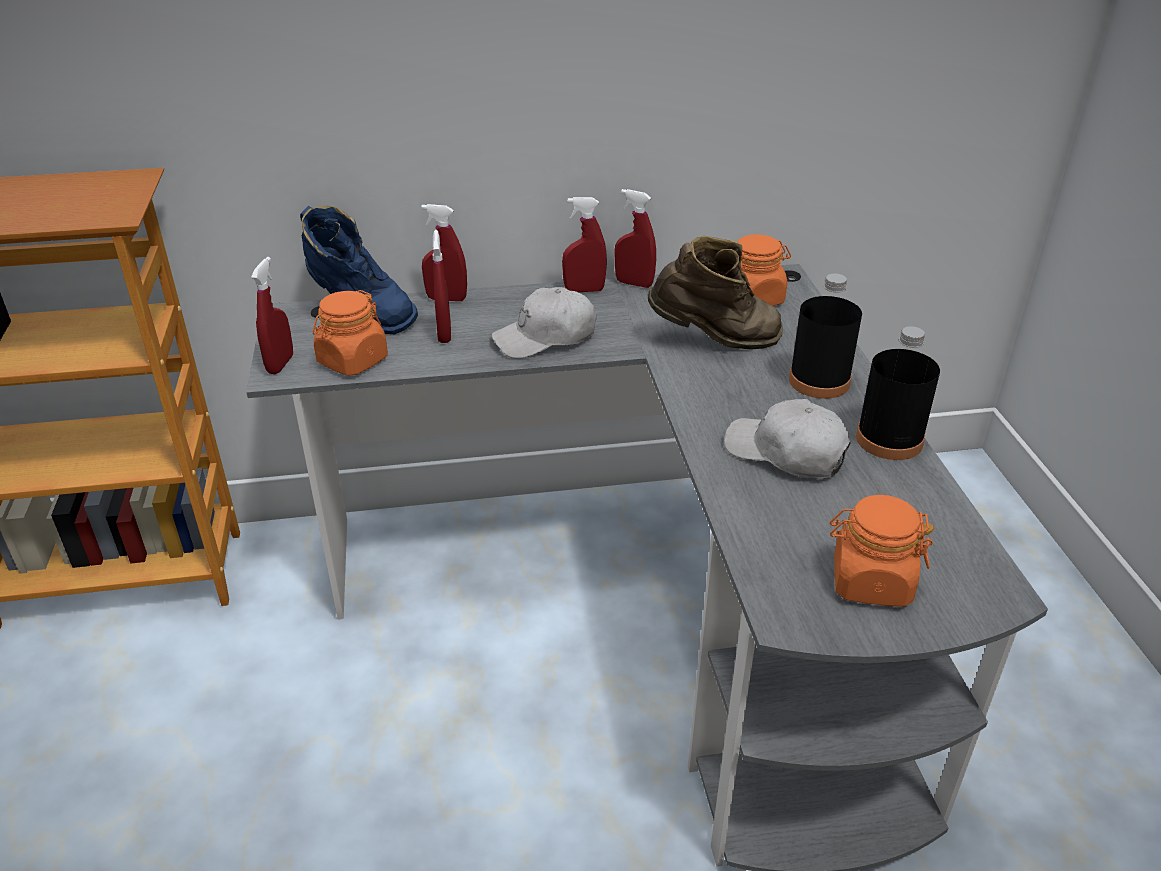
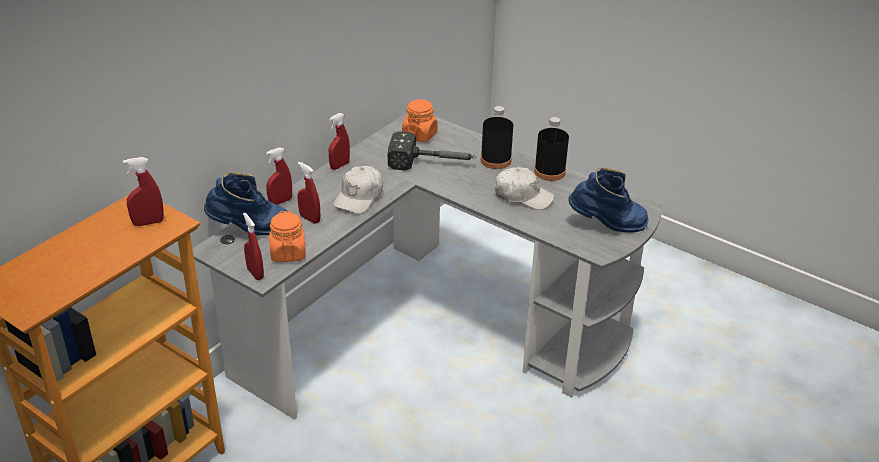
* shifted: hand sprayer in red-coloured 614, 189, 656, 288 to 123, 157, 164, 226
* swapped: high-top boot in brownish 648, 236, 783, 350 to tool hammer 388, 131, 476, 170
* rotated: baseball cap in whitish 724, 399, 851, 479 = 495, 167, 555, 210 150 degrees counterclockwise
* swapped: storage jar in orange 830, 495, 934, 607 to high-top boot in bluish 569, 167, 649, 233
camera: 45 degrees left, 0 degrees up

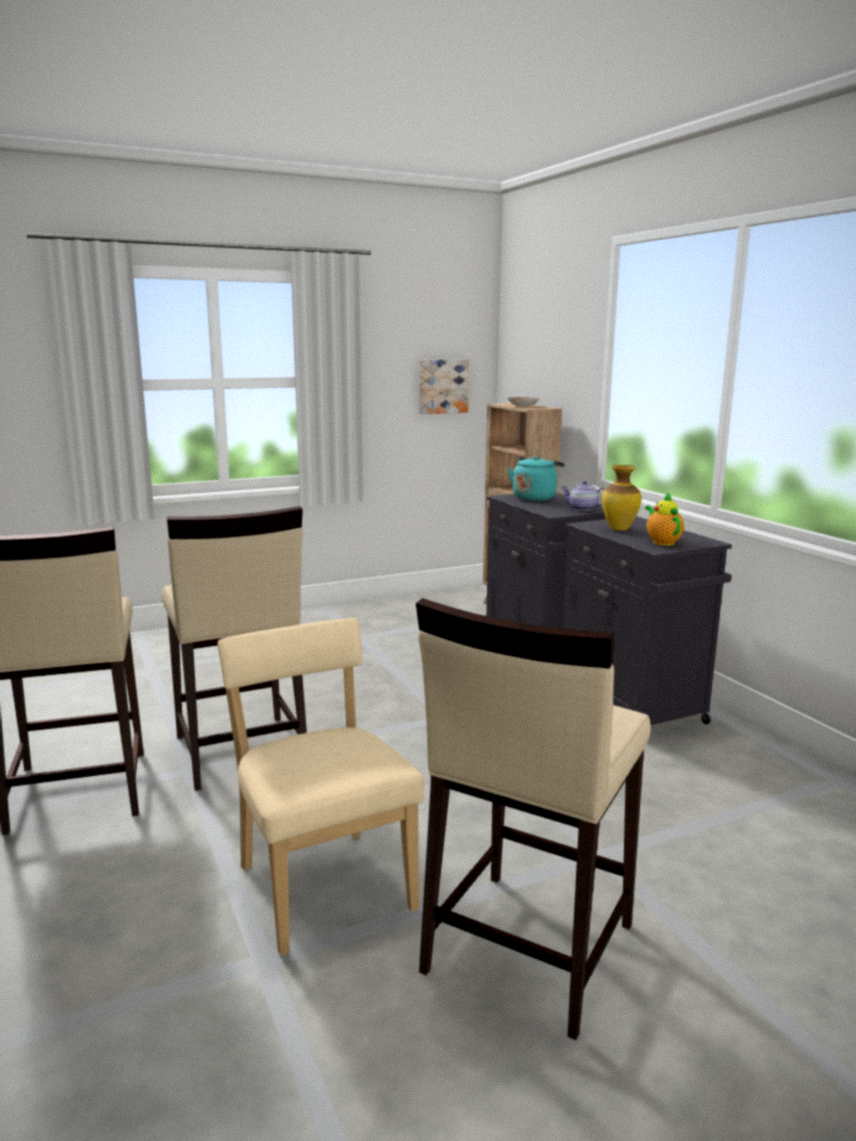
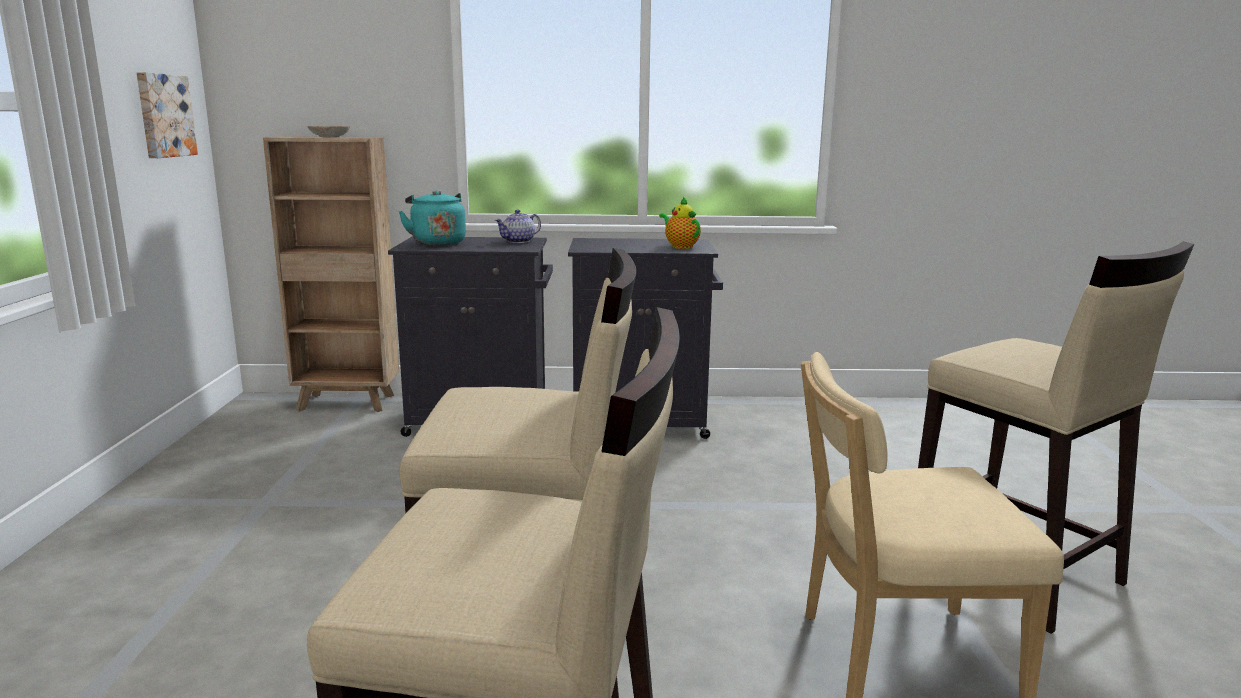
* rotated: teapot 645, 493, 684, 546 = 659, 196, 701, 249 45 degrees clockwise
* gone: decorative vase 602, 465, 641, 531
camera: 65 degrees left, 0 degrees up

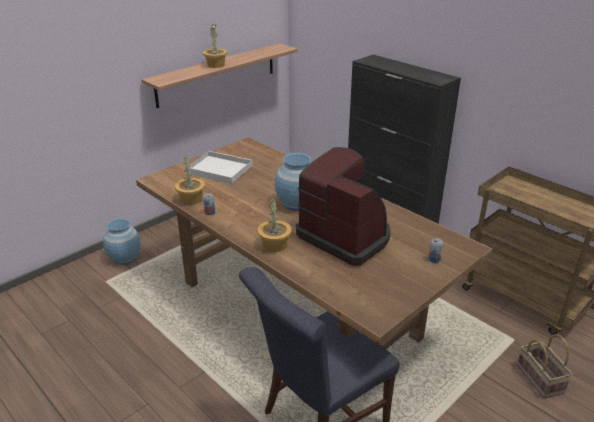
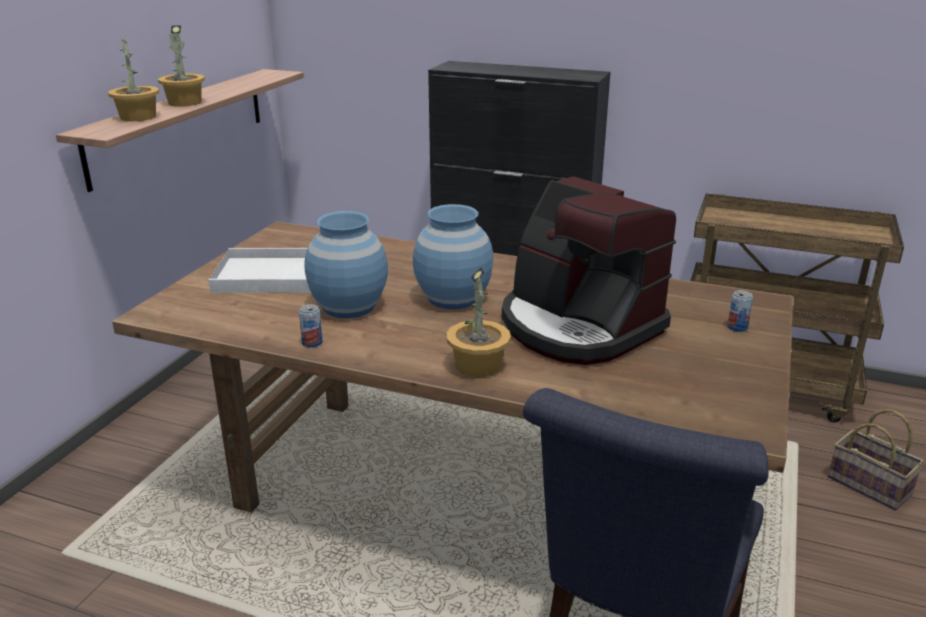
* shifted: plant in a pot 175, 156, 205, 205 to 108, 37, 159, 121
* shifted: decorative vase in bluish 103, 218, 140, 265 to 304, 211, 388, 318
* rotated: coffee brewer 296, 147, 391, 266 = 502, 176, 676, 365 150 degrees counterclockwise
camera: 25 degrees left, 5 degrees down

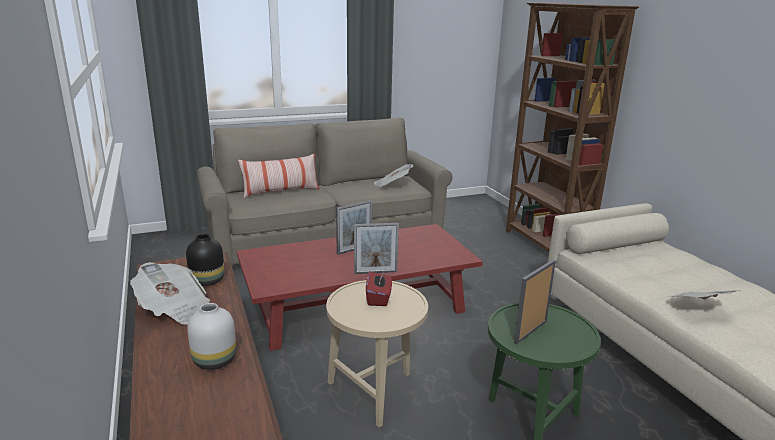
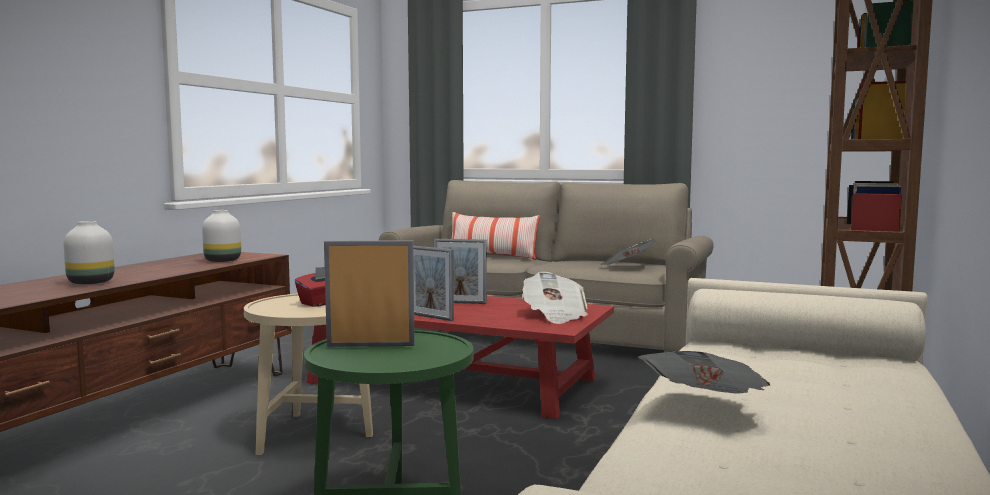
* repainted: decorative vase in blackish 186, 234, 224, 286 to decorative vase in whitish 202, 210, 241, 262
* shifted: newspaper 130, 262, 210, 325 to 522, 272, 588, 324
camera: 45 degrees right, 15 degrees down

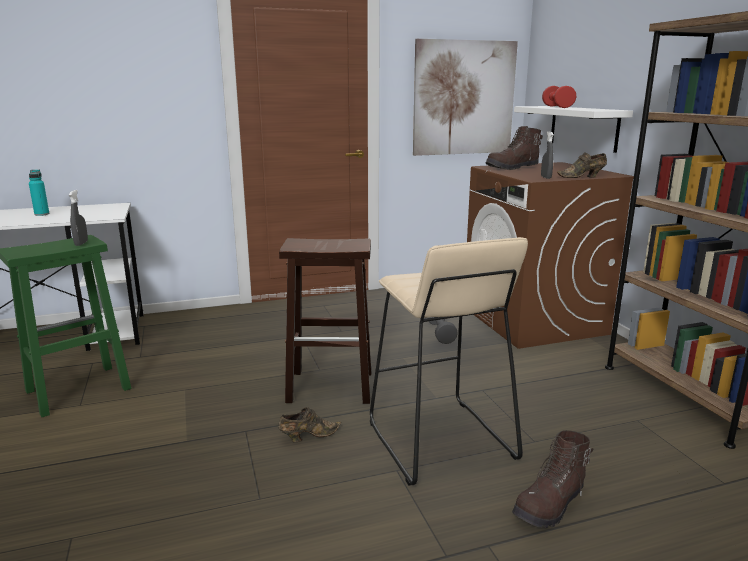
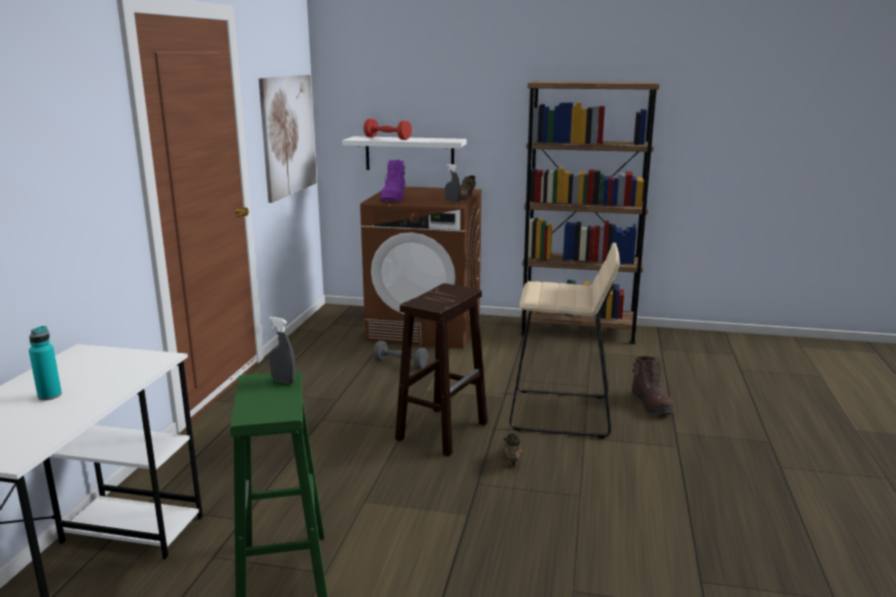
* repainted: high-top boot in brownish 486, 126, 543, 170 to high-top boot in purple-coloured 380, 160, 407, 201
camera: 60 degrees left, 0 degrees up

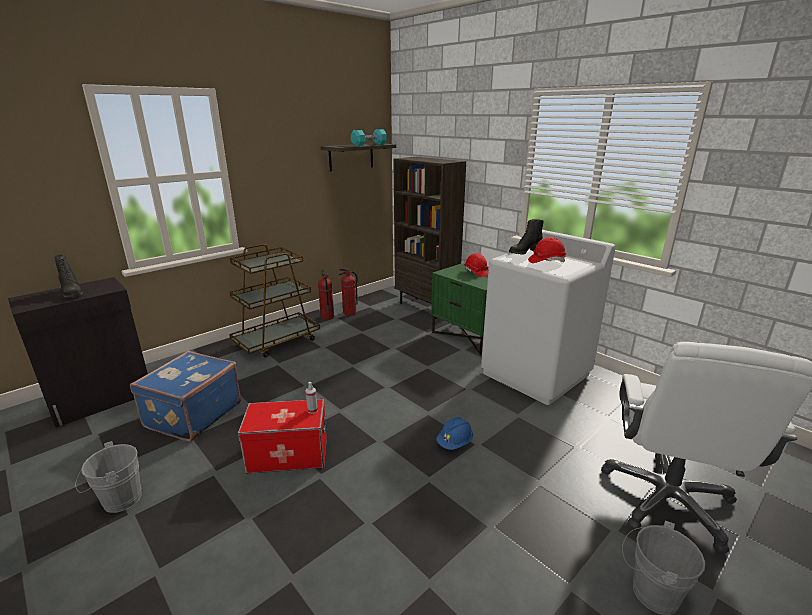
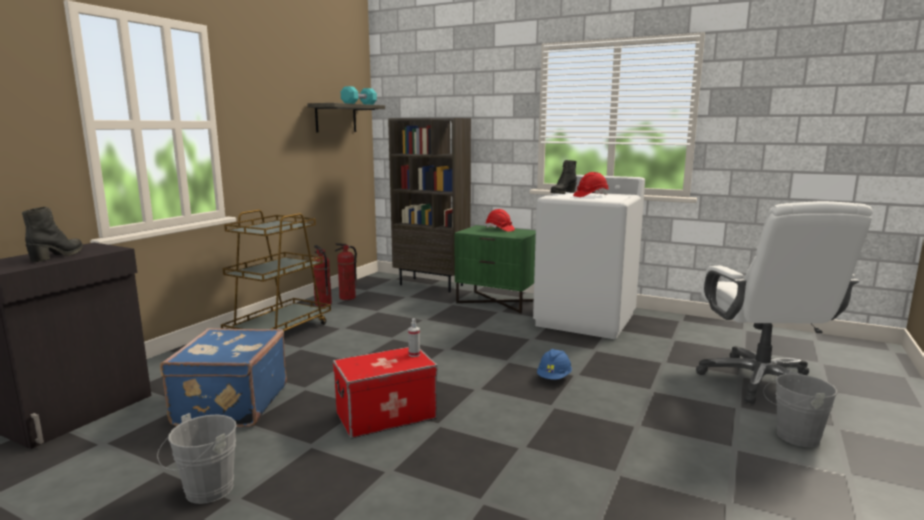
* rotated: high-top boot in blackish 54, 255, 83, 298 = 22, 207, 83, 262 105 degrees counterclockwise
camera: 20 degrees left, 10 degrees down

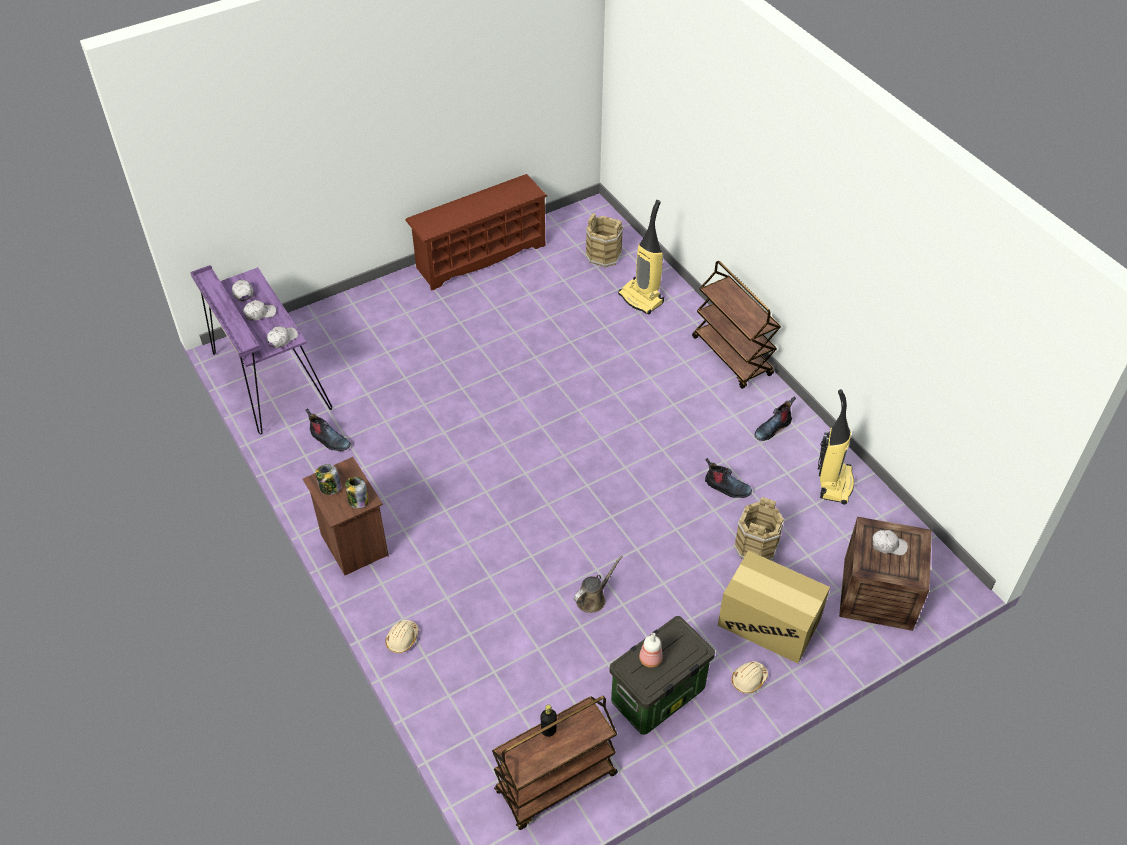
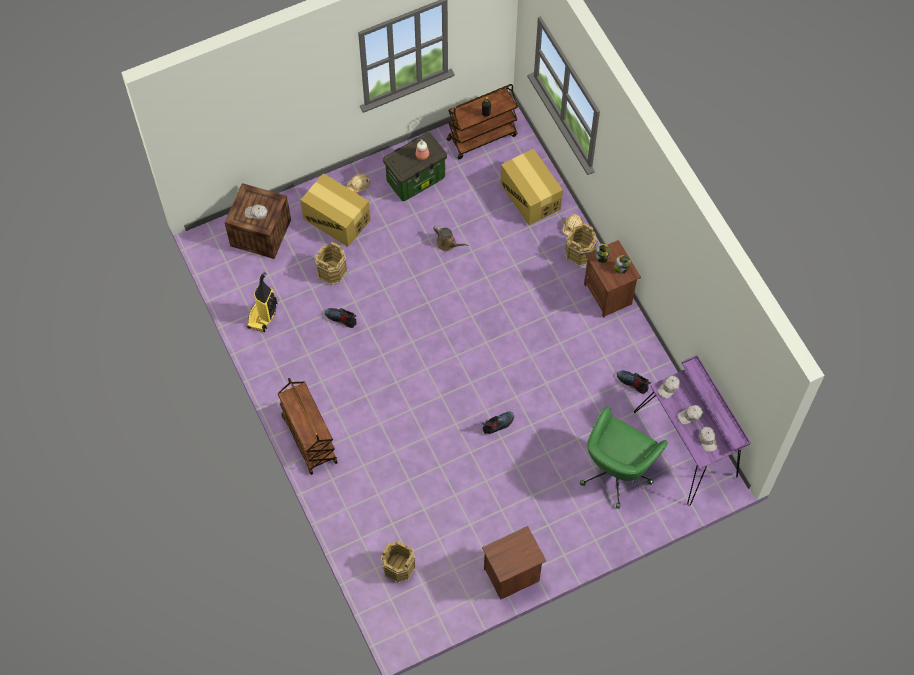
* rotated: watering pot in brownish 574, 555, 623, 613 = 433, 225, 468, 251 105 degrees counterclockwise
* shifted: high-top boot 755, 397, 796, 441 to 482, 412, 514, 434
* swapped: shoe shelf in brownish 405, 174, 547, 291 to nightstand in brownish 482, 526, 546, 600
* new: carton 500, 148, 563, 225
* new: pail in brownish 564, 223, 598, 267
* new: office chair in green 580, 407, 668, 509
* gone: vacuum cleaner 618, 200, 664, 315
camera: 175 degrees left, 15 degrees up

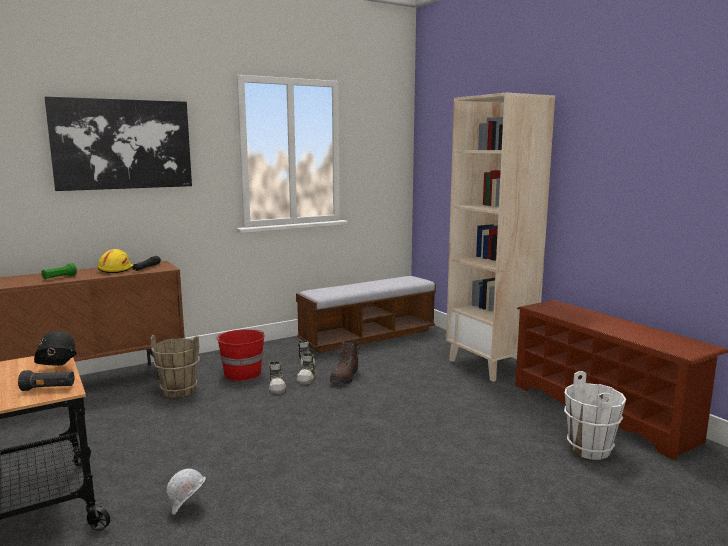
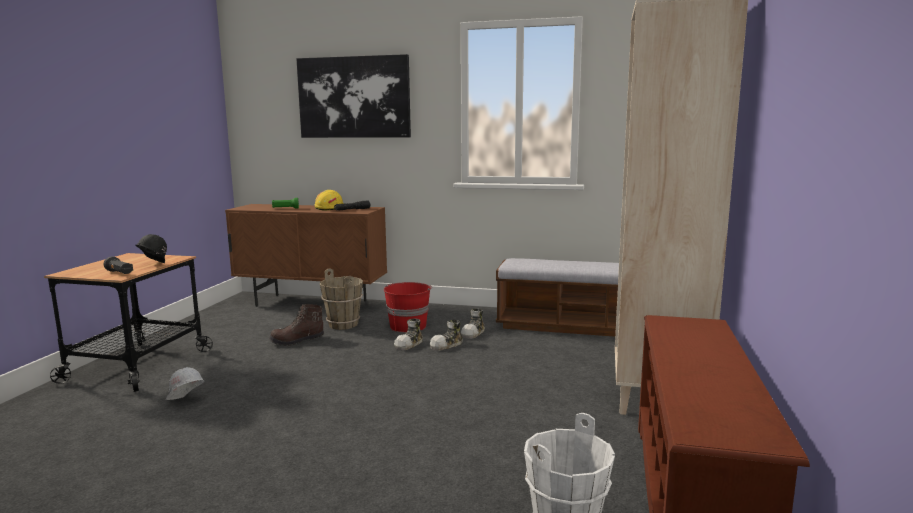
* shifted: high-top boot in brownish 329, 341, 360, 384 to 269, 304, 324, 346
camera: 45 degrees right, 0 degrees up

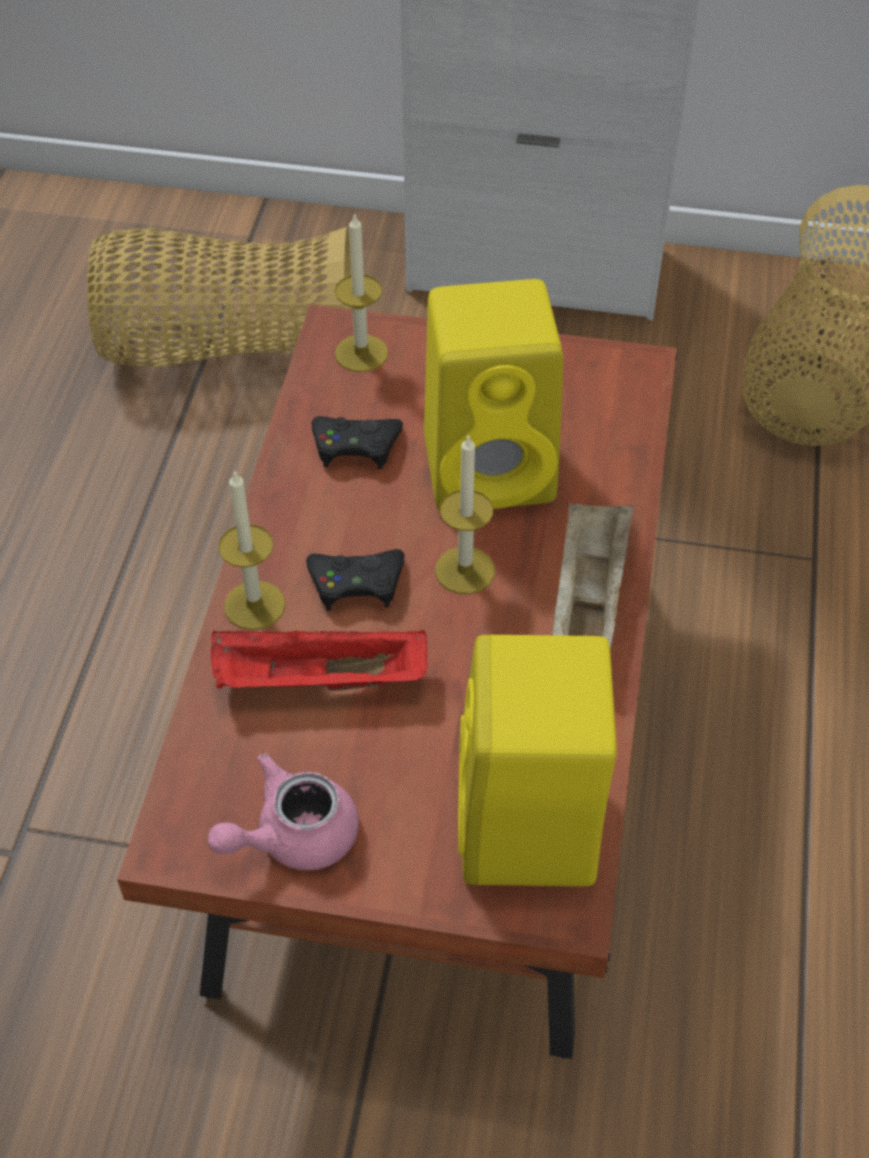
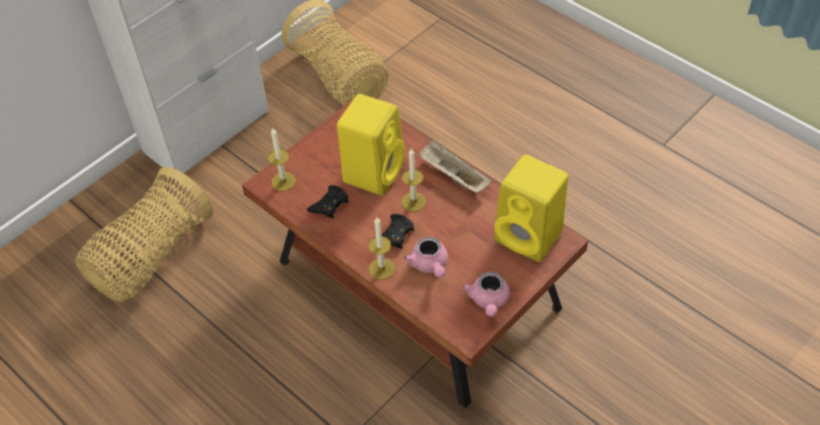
* swapped: serving tray in red-coloured 211, 629, 427, 691 to teapot in pink-coloured 404, 237, 448, 278
camera: 55 degrees left, 0 degrees up

